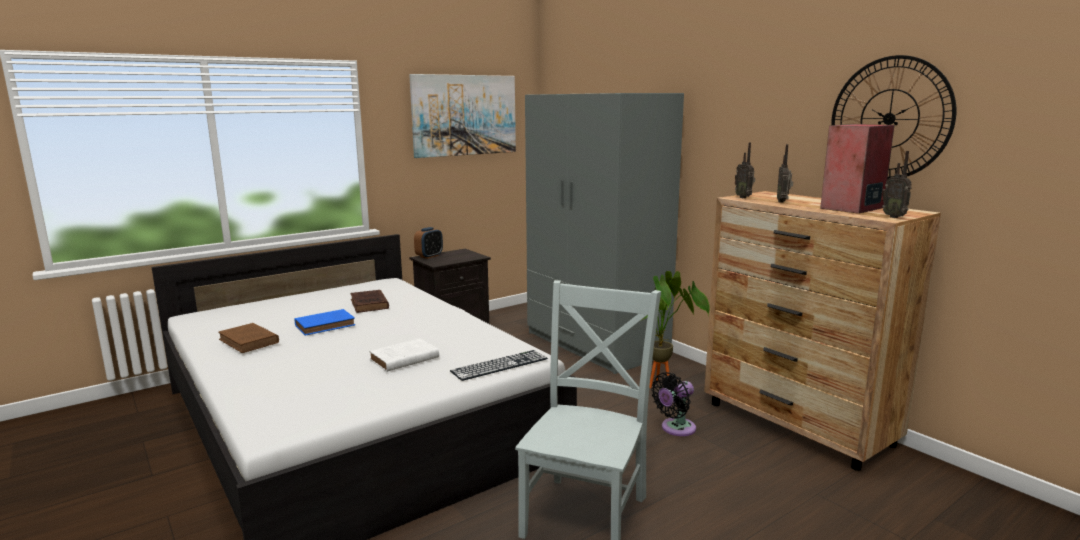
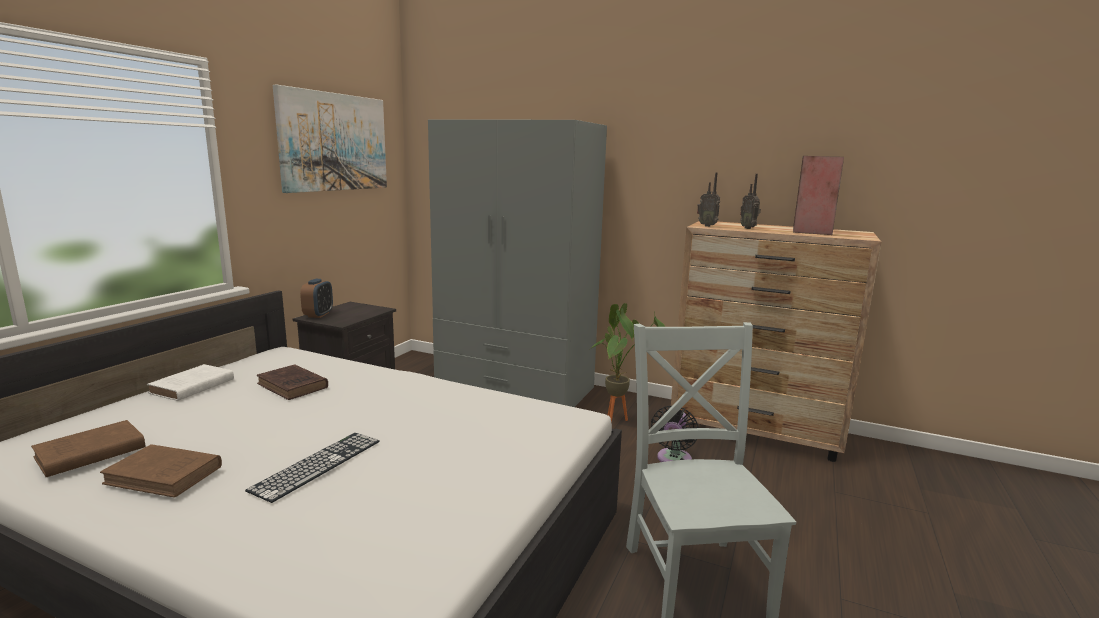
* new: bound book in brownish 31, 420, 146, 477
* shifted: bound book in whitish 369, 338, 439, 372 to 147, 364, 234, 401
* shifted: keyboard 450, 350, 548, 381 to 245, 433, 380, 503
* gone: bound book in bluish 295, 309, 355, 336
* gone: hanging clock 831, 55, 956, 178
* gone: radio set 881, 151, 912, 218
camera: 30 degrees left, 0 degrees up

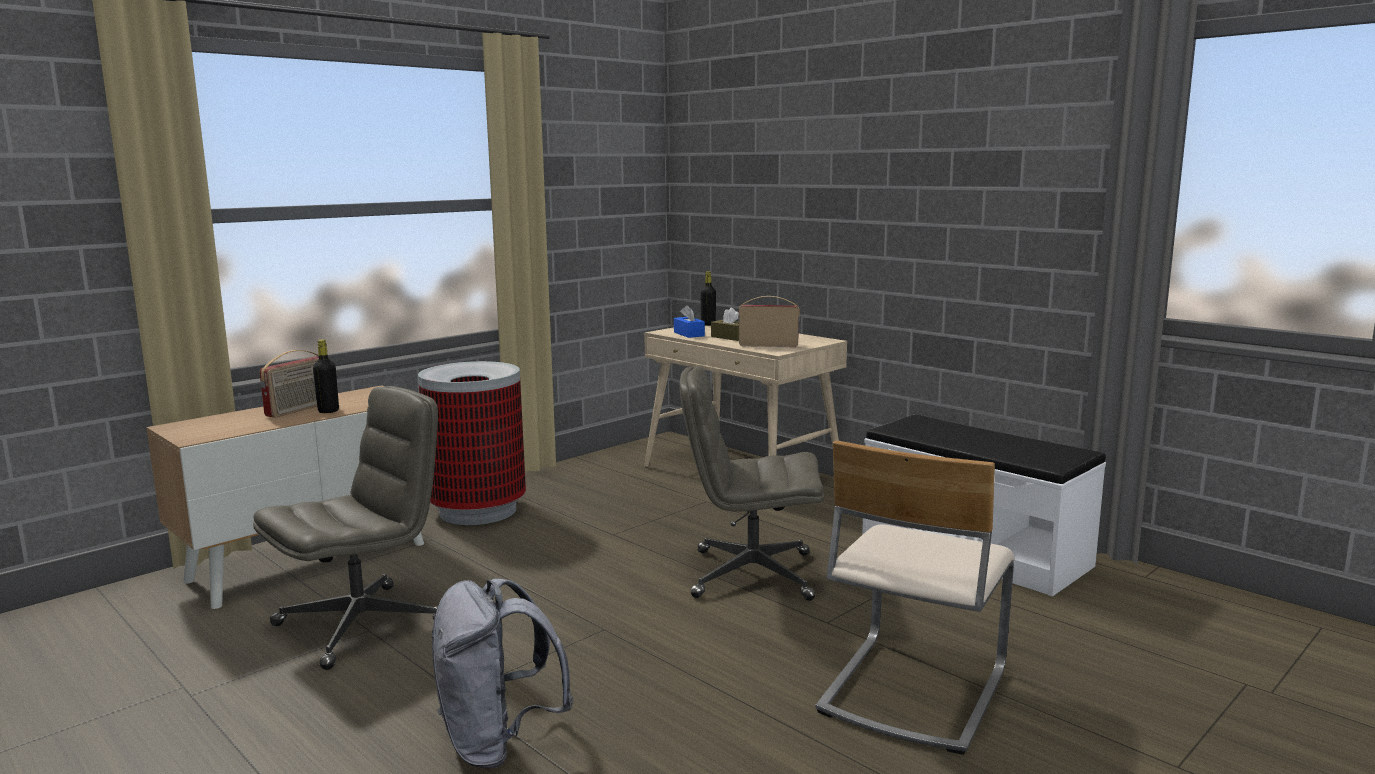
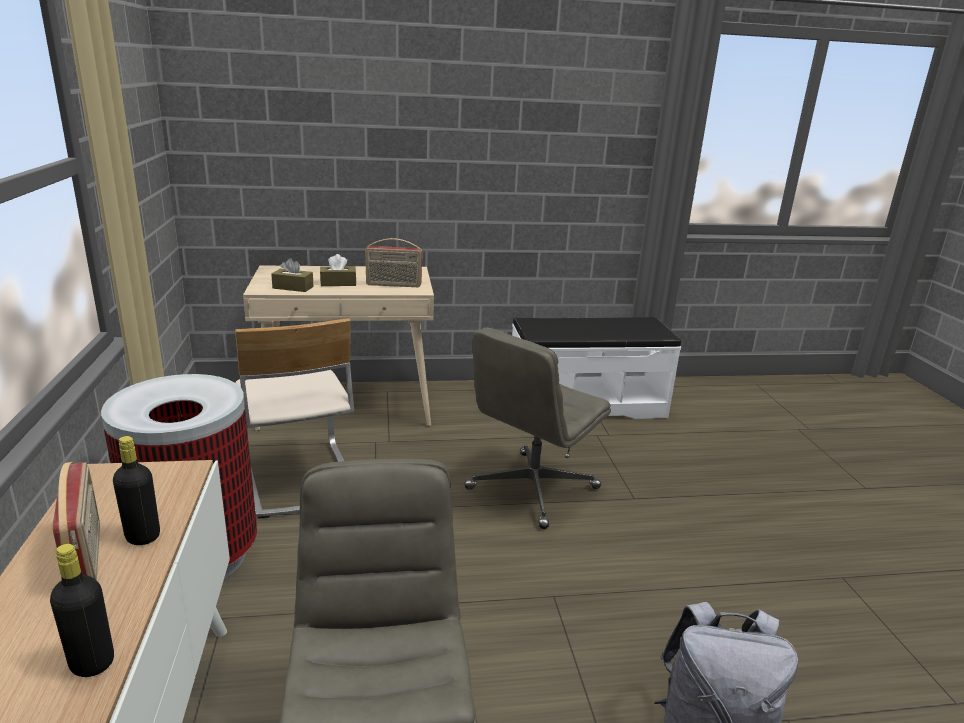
* shifted: drink bottle in blackish 700, 271, 716, 326 to 50, 544, 114, 677
* shifted: chair in sand-coloured 816, 440, 1015, 755 to 235, 318, 354, 519
* repainted: tissue box in bluish 674, 305, 705, 338 to tissue box in brownish 271, 258, 314, 292
* rotated: radio set 738, 296, 800, 347 = 365, 238, 423, 287 135 degrees counterclockwise
camera: 55 degrees left, 10 degrees up

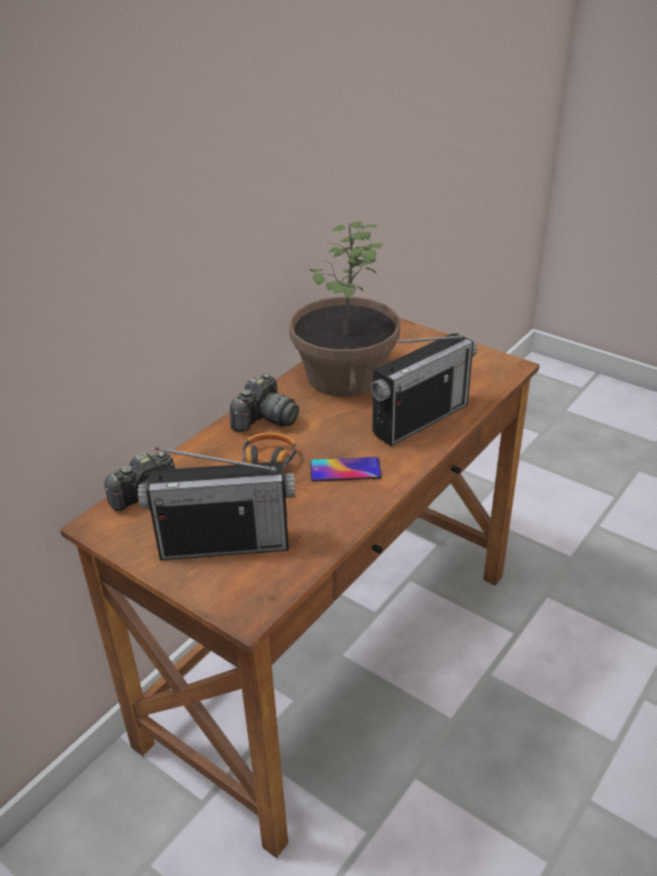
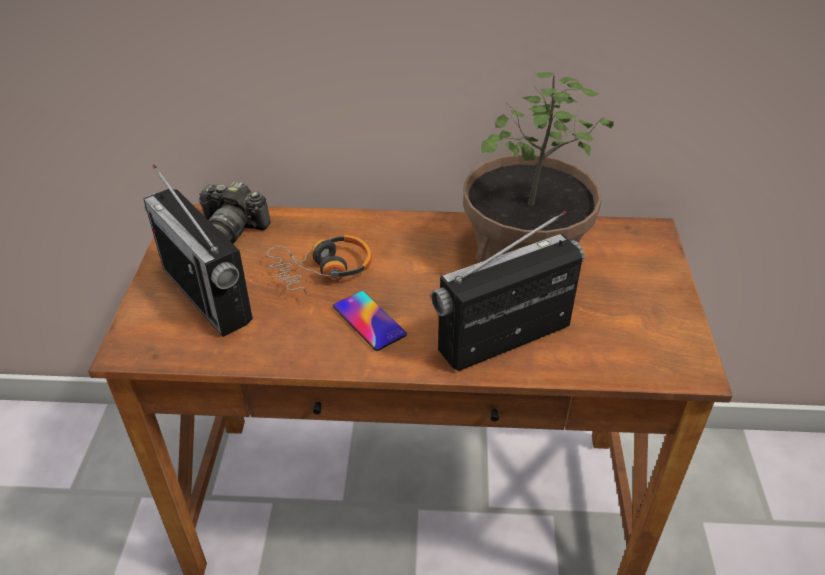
* rotated: radio set 371, 333, 477, 446 = 431, 211, 584, 371 135 degrees clockwise
* gone: still camera 230, 373, 299, 432
camera: 55 degrees right, 5 degrees up

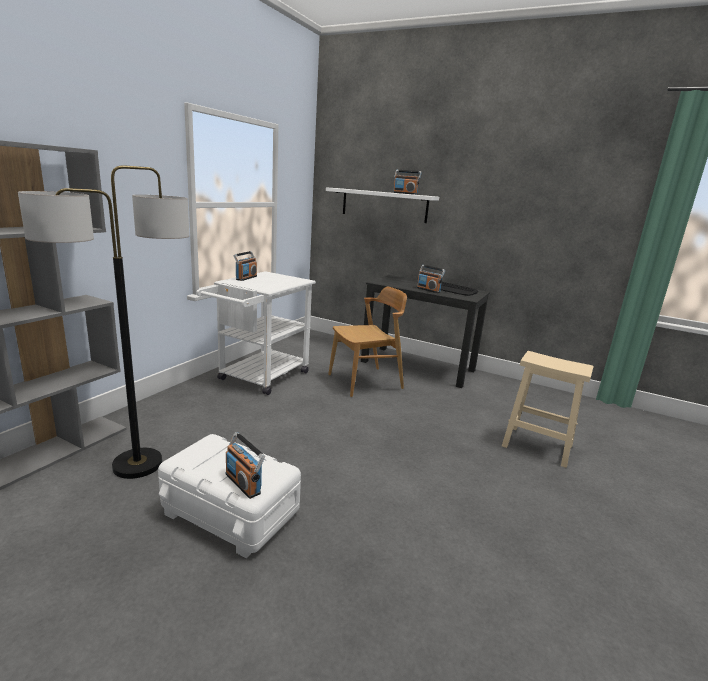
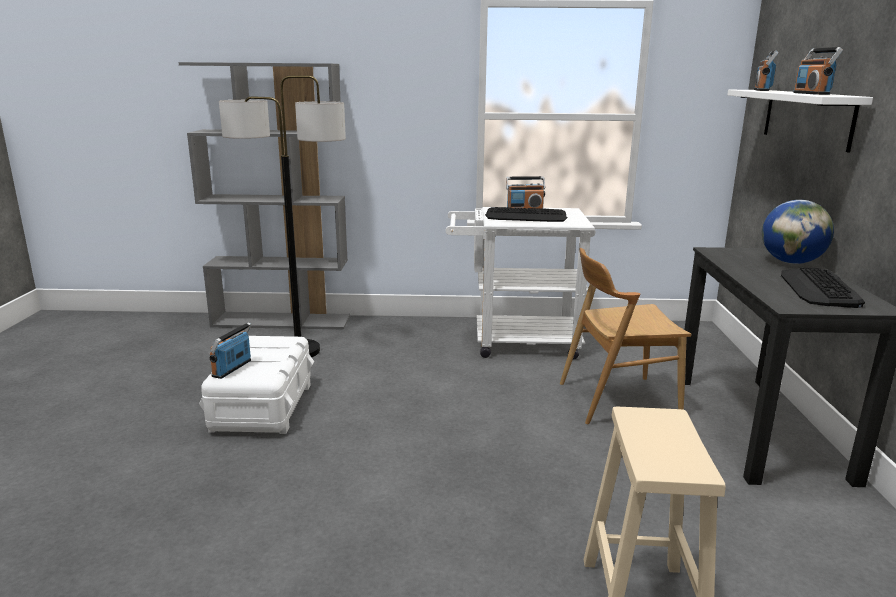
* new: keyboard 485, 207, 567, 222
* rotated: chair in brownish 328, 286, 407, 397 = 560, 248, 691, 424 135 degrees clockwise
* shifted: radio set 417, 265, 445, 293 to 754, 50, 779, 91
* new: world globe 762, 200, 834, 264
camera: 65 degrees right, 0 degrees up

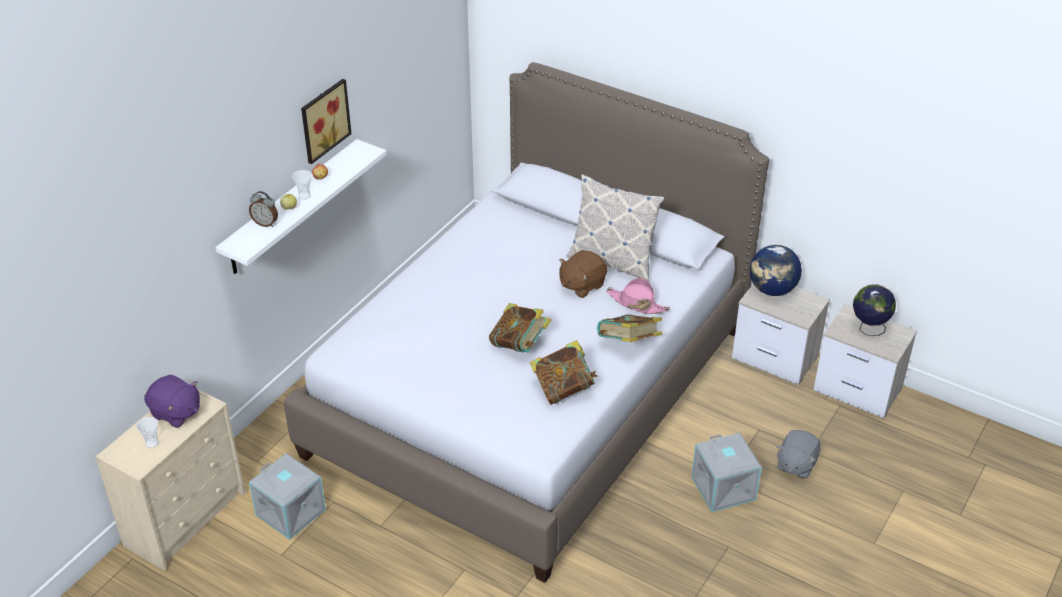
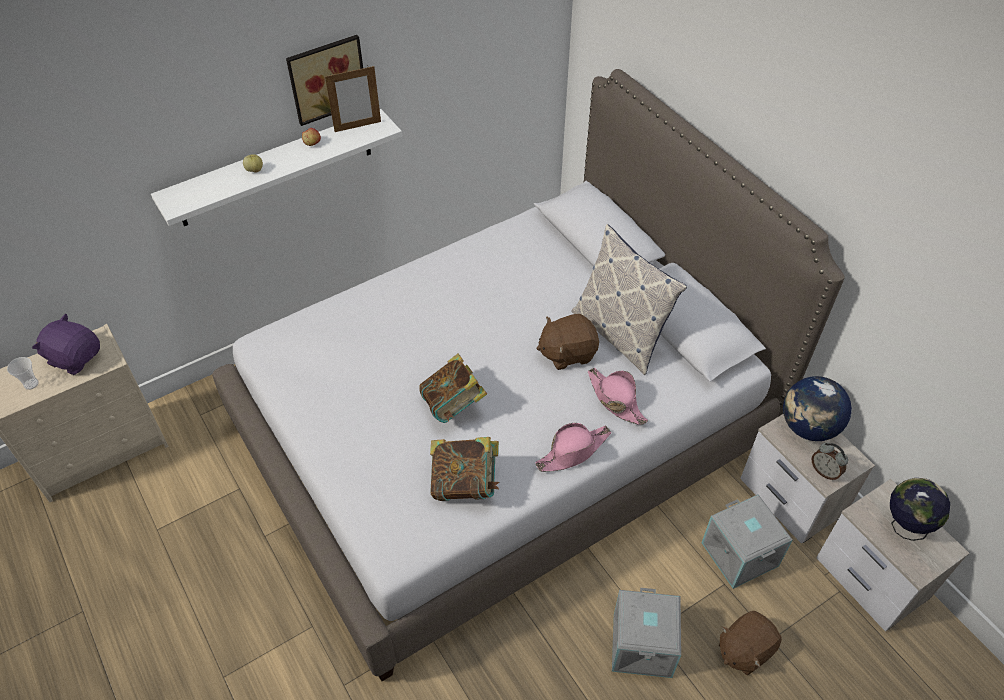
* rotated: cuddly toy in purple-coloured 144, 374, 200, 428 = 32, 313, 100, 375 150 degrees clockwise
* new: picture frame 325, 65, 381, 132
* swapped: bound book 597, 314, 662, 342 to wearable hat in pink-coloured 535, 423, 611, 472
* shifted: storage bin in grey 249, 453, 326, 540 to 702, 494, 792, 589
* repainted: cuddly toy in grey 776, 430, 821, 479 to cuddly toy in brownish 719, 611, 782, 675
* shifted: alarm clock 249, 191, 278, 227 to 811, 443, 848, 480
* gone: cup 292, 170, 312, 200
camera: 25 degrees right, 10 degrees up

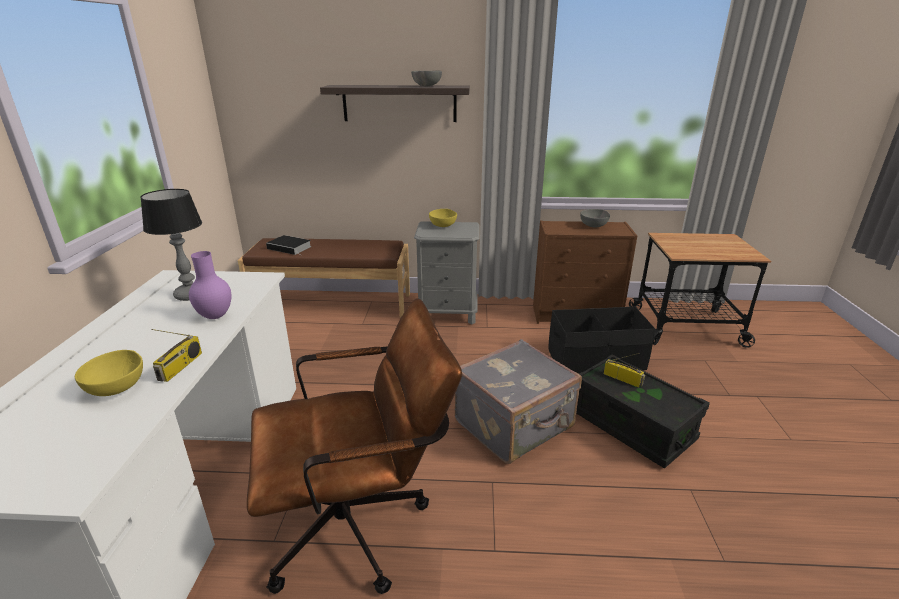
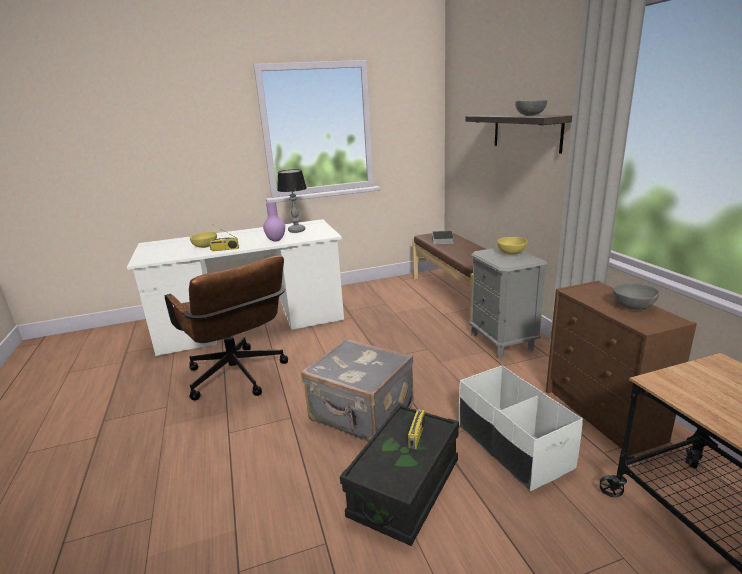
* repainted: storage bin in blackish 548, 307, 656, 374 to storage bin in whitish 459, 365, 583, 491
camera: 70 degrees right, 5 degrees down

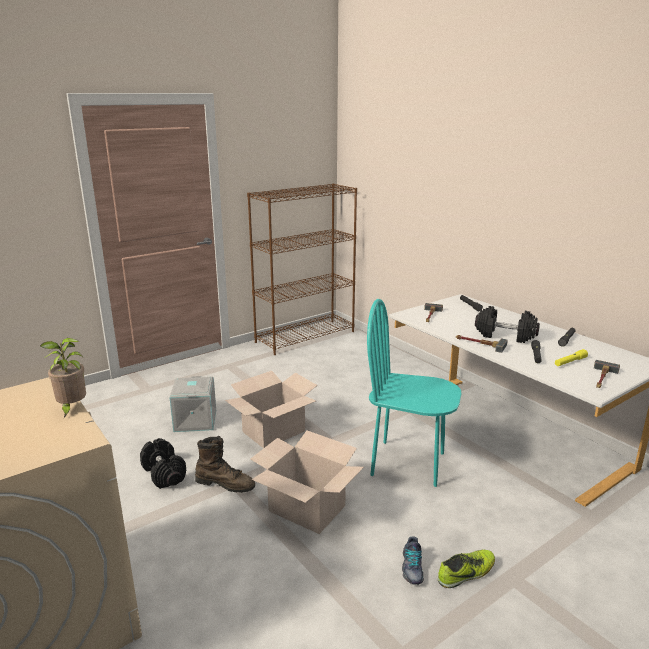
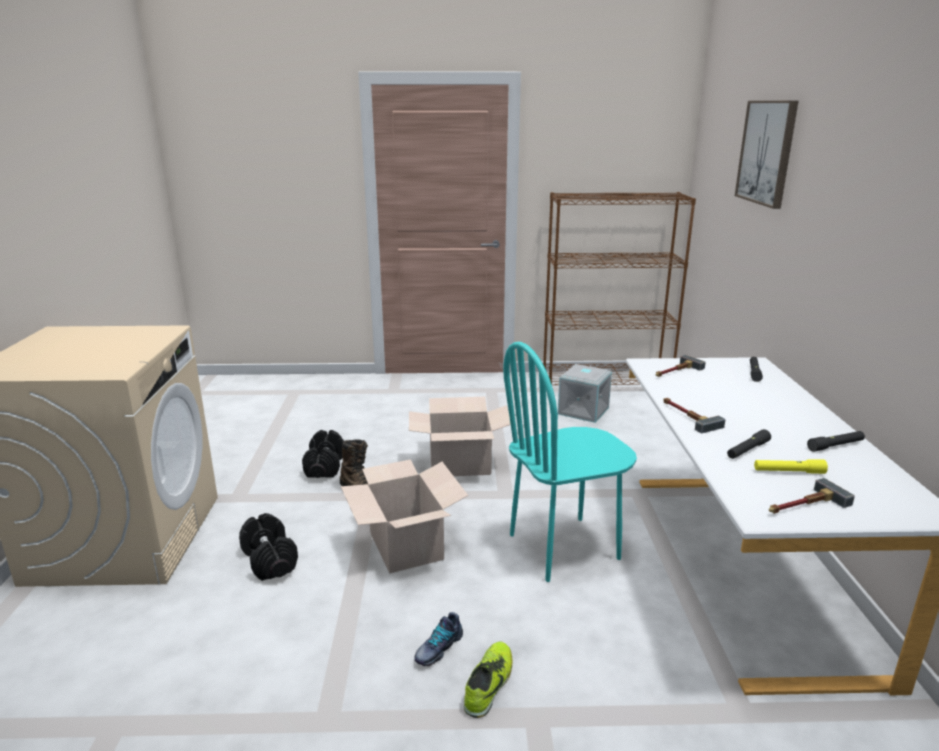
* shifted: free weight in blackish 475, 306, 540, 343 to 239, 513, 298, 581
* rotated: low shoe 438, 550, 495, 588 = 464, 642, 512, 718 75 degrees counterclockwise
* rotated: chair in blue-green 367, 299, 462, 487 = 503, 342, 637, 582 75 degrees counterclockwise
* shifted: storage bin in grey 169, 376, 216, 432 to 558, 364, 612, 423
* new: wall art 735, 101, 798, 209
* gone: plant in a pot 40, 338, 86, 418
camera: 35 degrees right, 0 degrees up

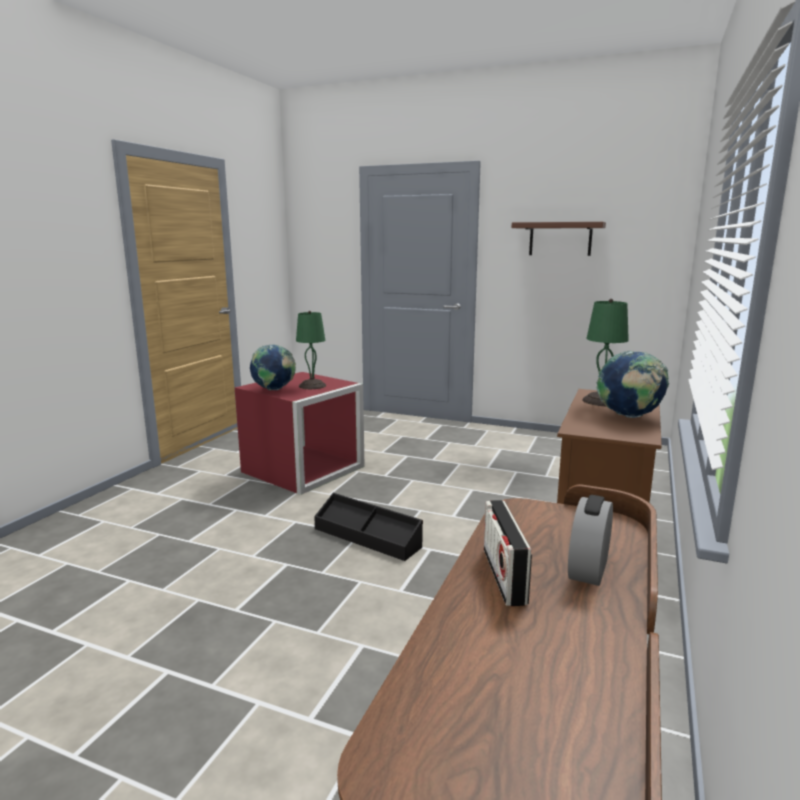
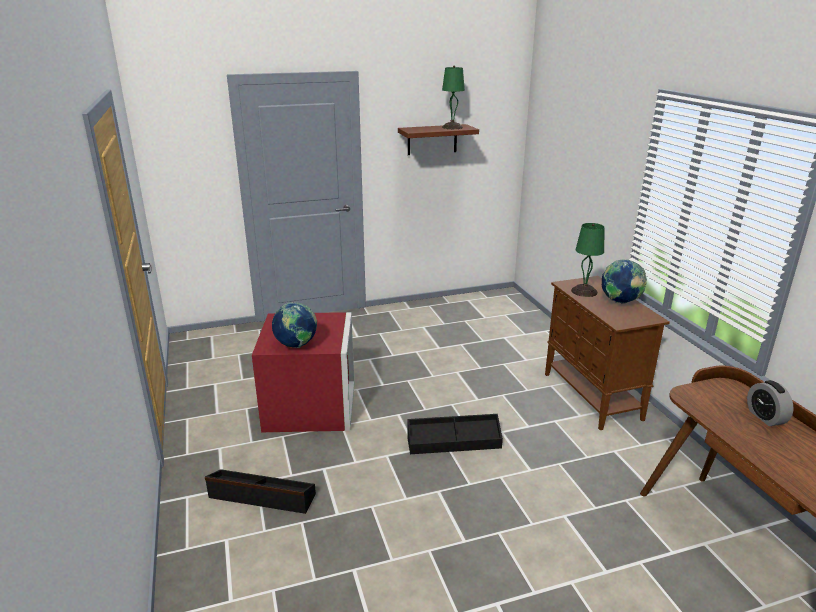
* new: storage bin in blackish 205, 469, 316, 514
* shifted: tabletop lamp in green 296, 311, 326, 389 to 442, 66, 465, 129
* gone: radio set 484, 500, 532, 606
camera: 40 degrees left, 10 degrees up

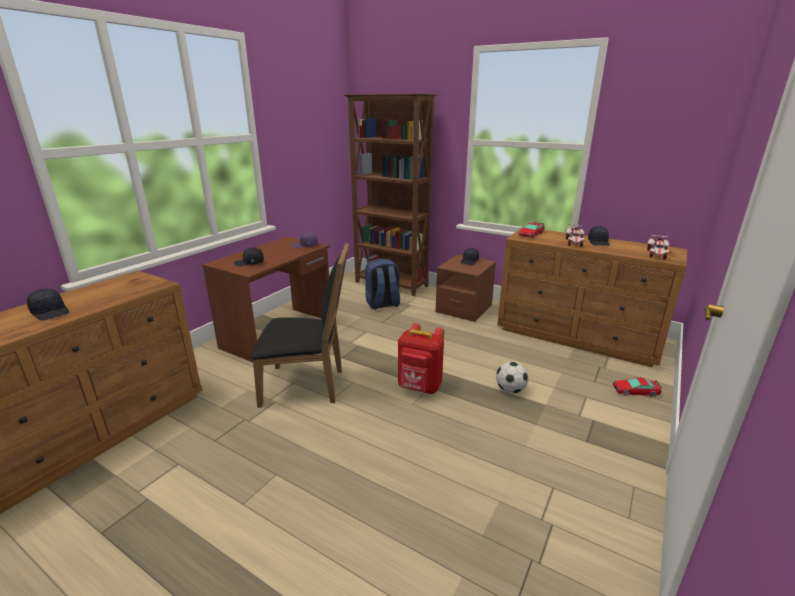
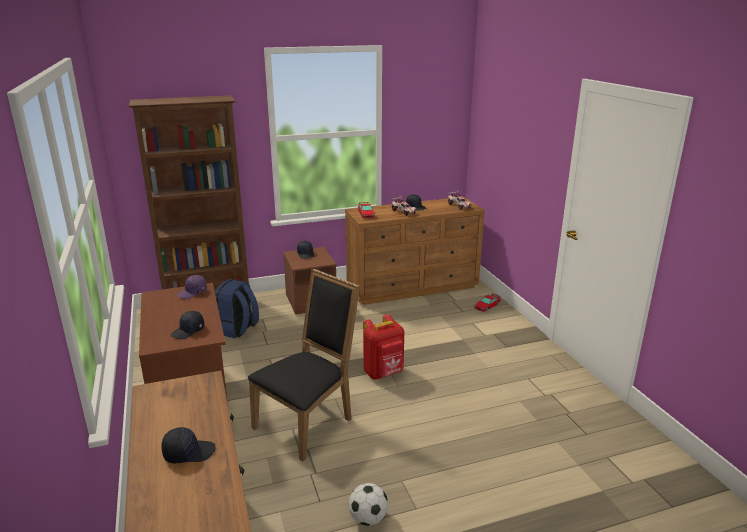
* shifted: ball for football 496, 361, 528, 394 to 349, 483, 388, 526
camera: 50 degrees left, 0 degrees up

